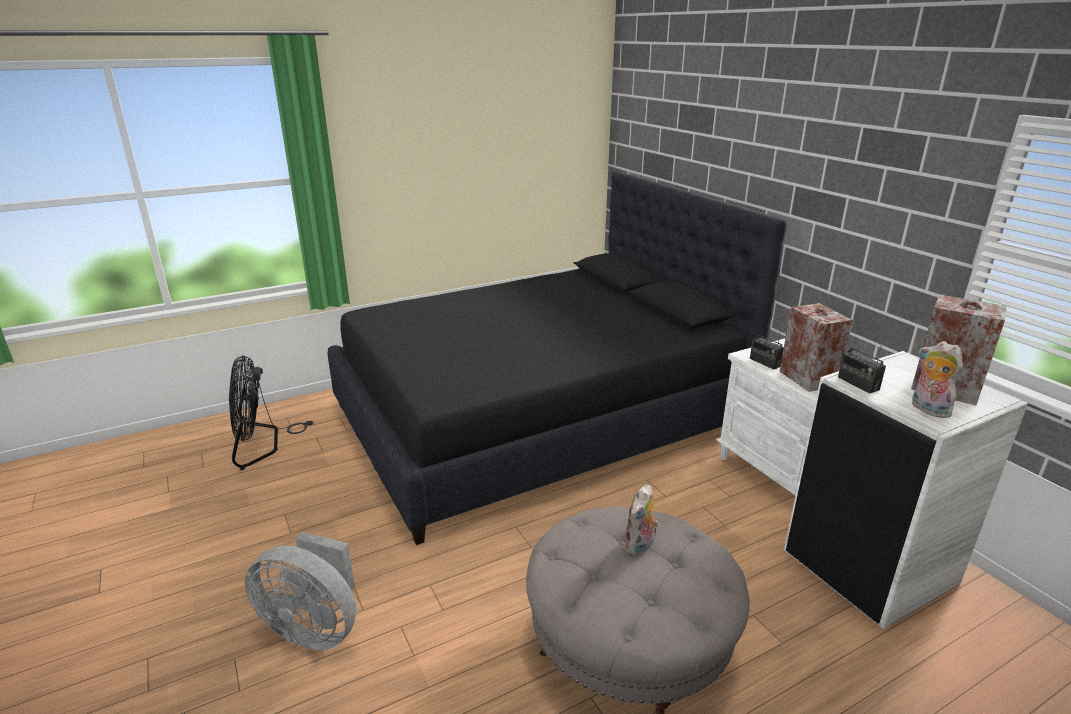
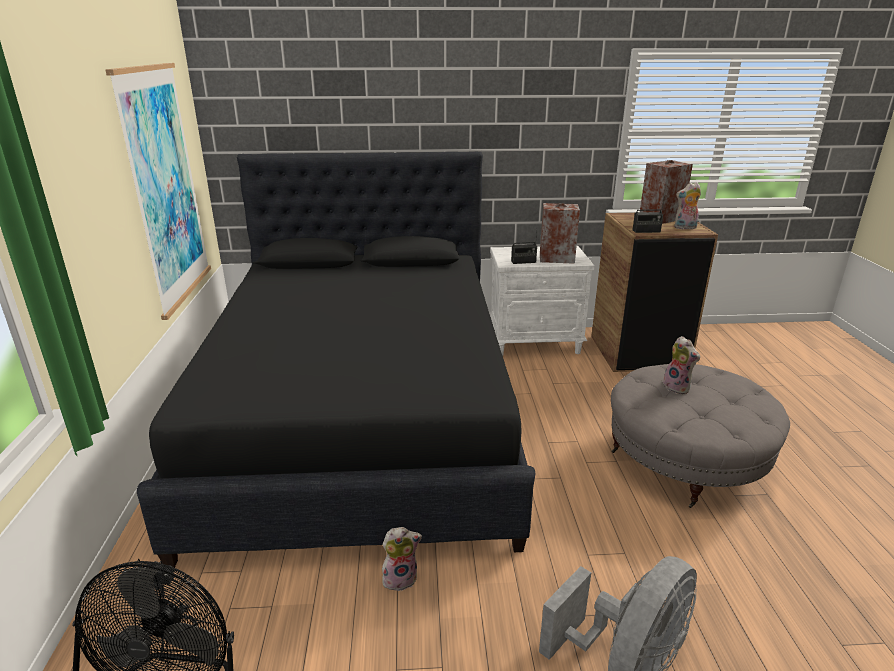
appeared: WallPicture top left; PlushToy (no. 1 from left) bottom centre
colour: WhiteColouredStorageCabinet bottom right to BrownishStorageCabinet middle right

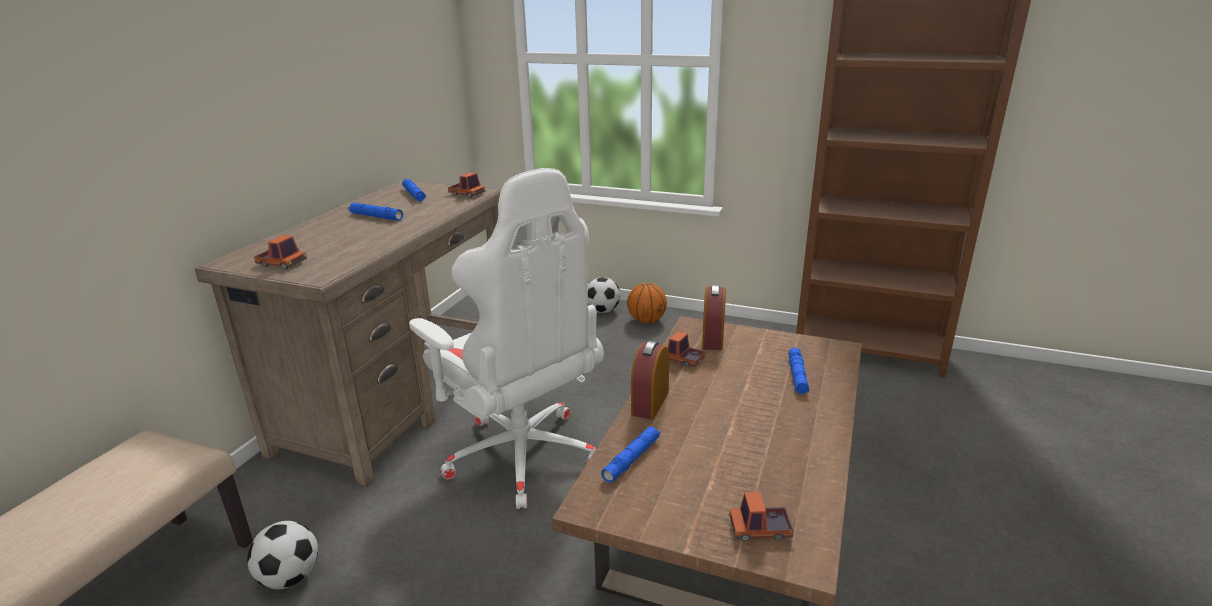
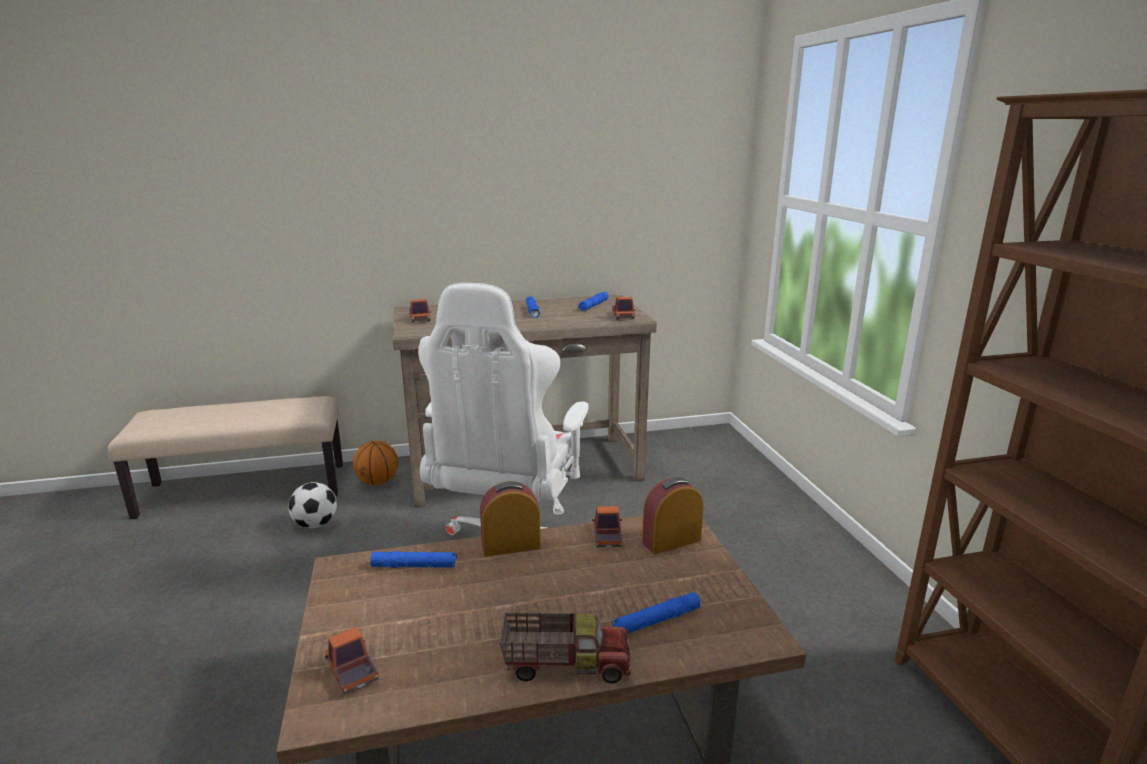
missing: BallForFootball (no. 2 from left) centre
appeared: ToyTruck (no. 3 from left) bottom centre
relocated: BallForBasketball centre to middle left

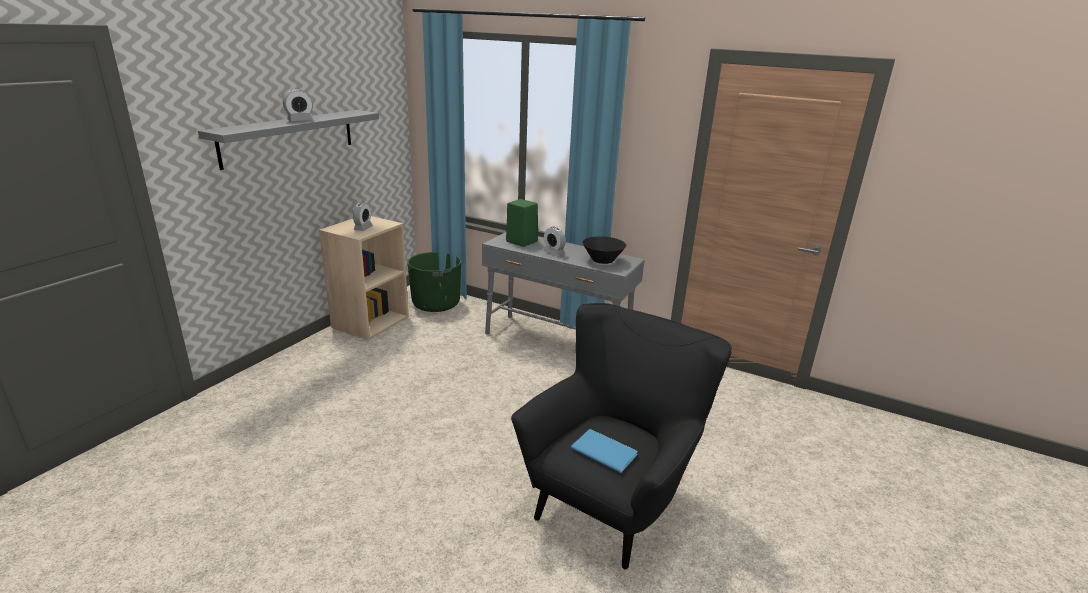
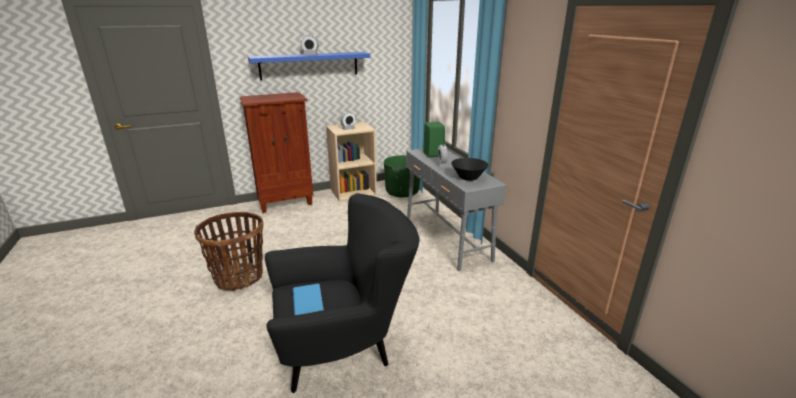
appeared: StorageBasket middle left; BrownishStorageCabinet centre
colour: GreyishShelf top left to BlueColouredShelf top centre

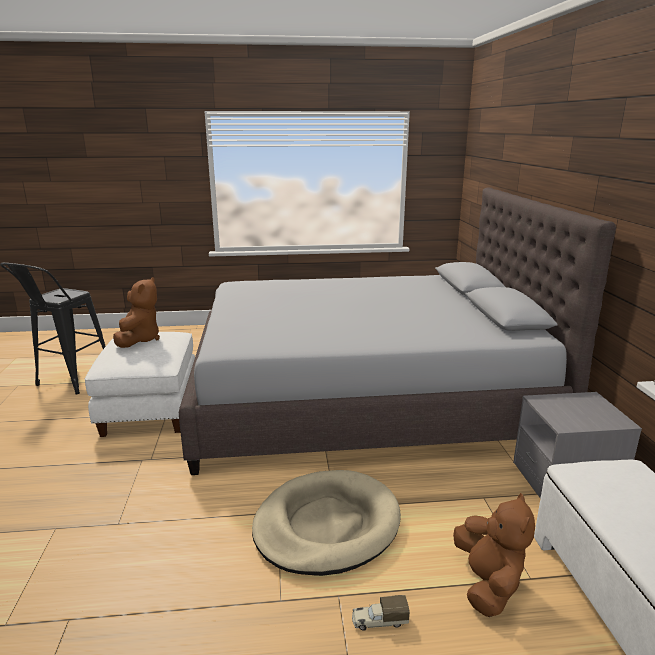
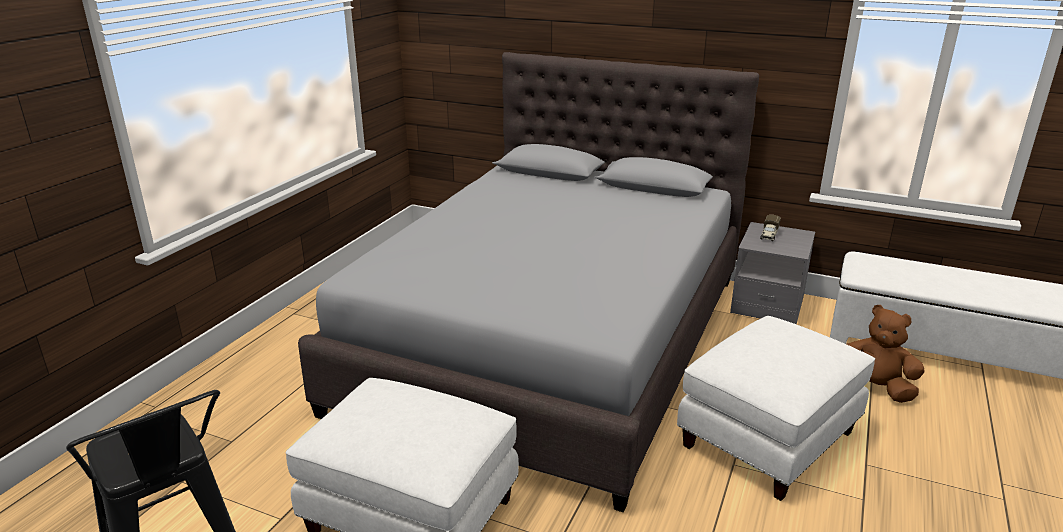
missing: BrownishPlushToy (no. 1 from left) middle left
relocated: ToyTruck bottom centre to middle right
exchanged: SandColouredDogCushion bottom centre to WhiteColouredOttoman (no. 2 from left) bottom right

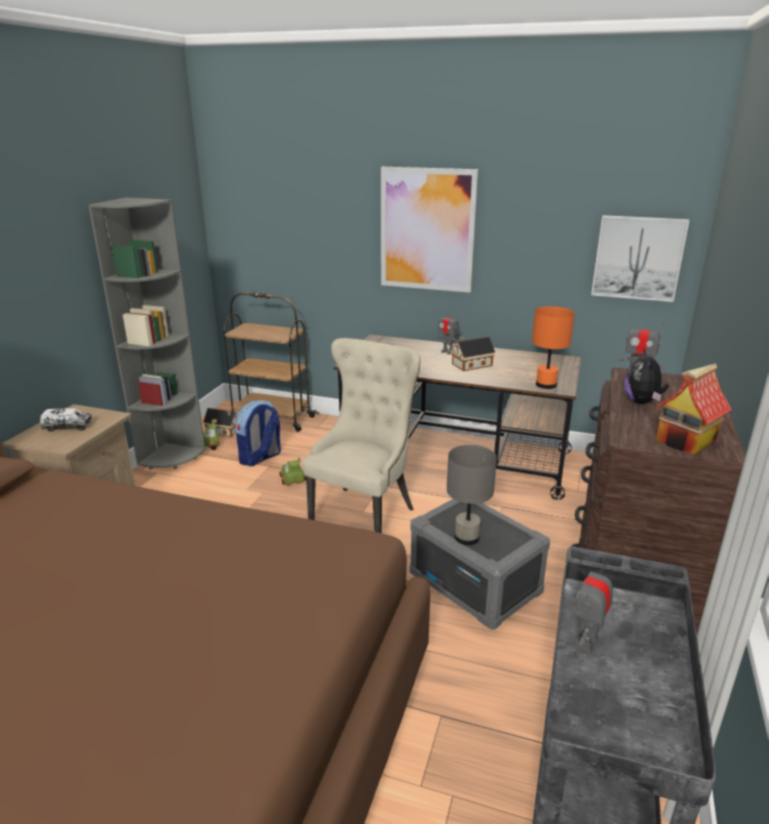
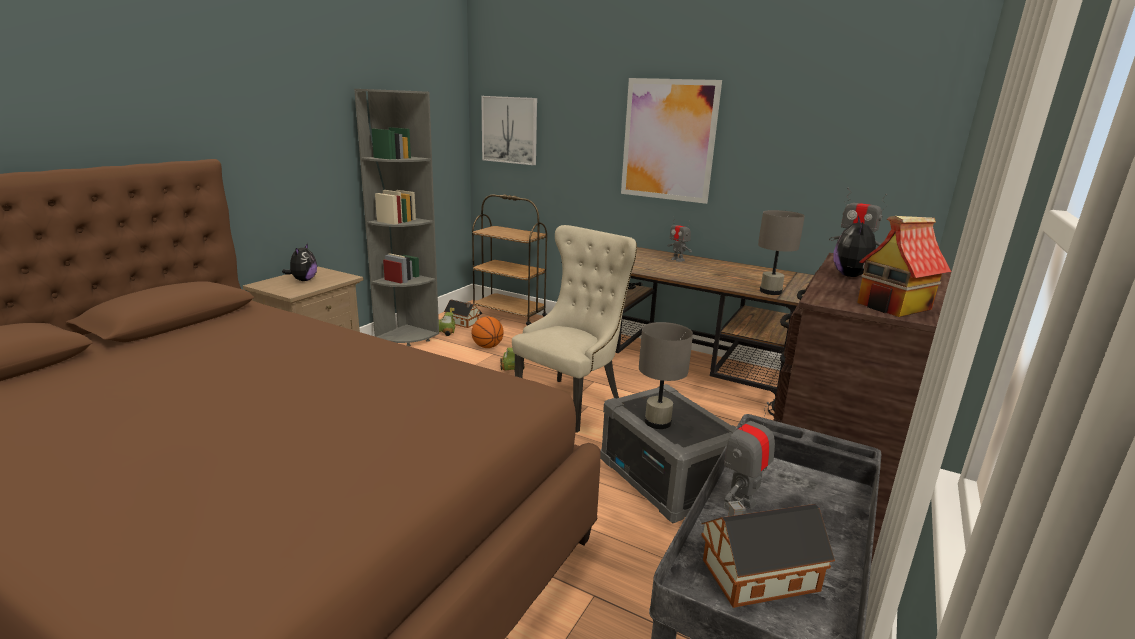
relocated: MiniatureHouse (no. 2 from left) centre to bottom right; WallPicture (no. 2 from left in the first image) top right to WallPicture (no. 1 from left) top centre
exchanged: ToyTruck middle left to PlushToy (no. 1 from left) middle left; Backpack centre to BallForBasketball centre
colour: OrangeColouredTableLamp middle right to GreyishTableLamp (no. 2 from left) middle right

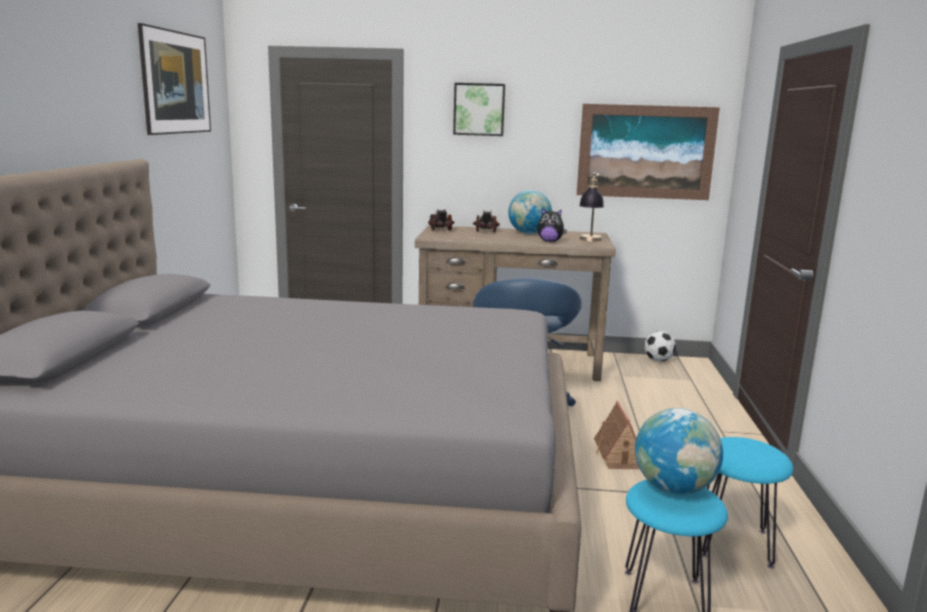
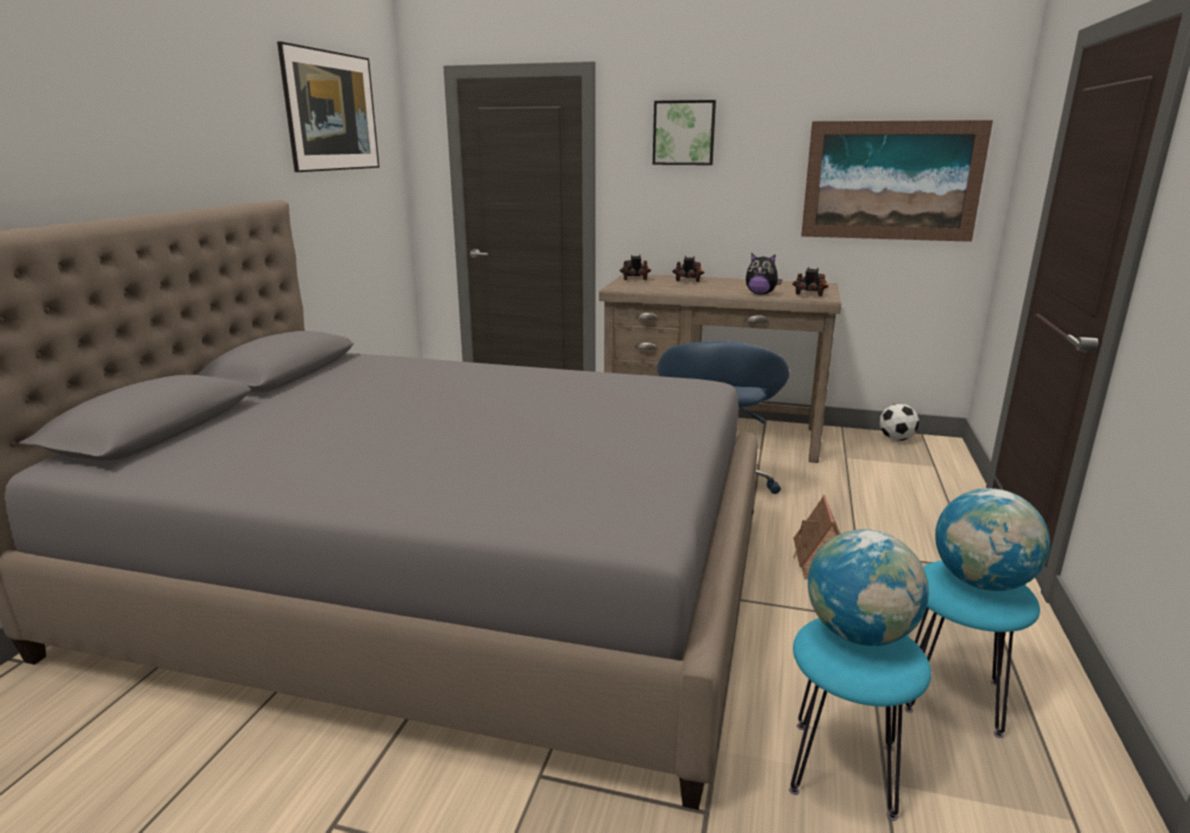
relocated: DeskGlobe (no. 1 from left in the first image) centre to DeskGlobe (no. 2 from left) middle right
exchanged: TableLamp centre to ToyTruck (no. 3 from left) middle right

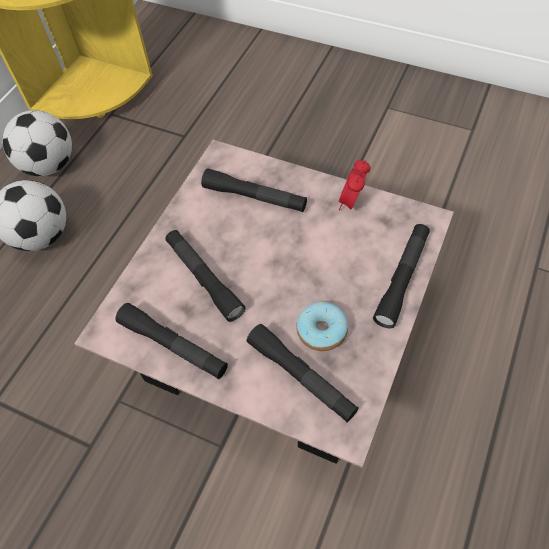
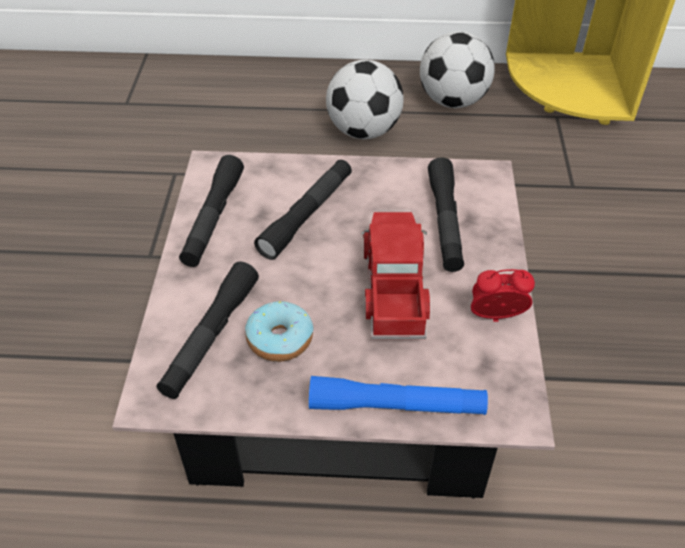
appeared: ToyTruck centre
colour: BlackHandTorch (no. 5 from left) middle right to BlueColouredHandTorch bottom centre

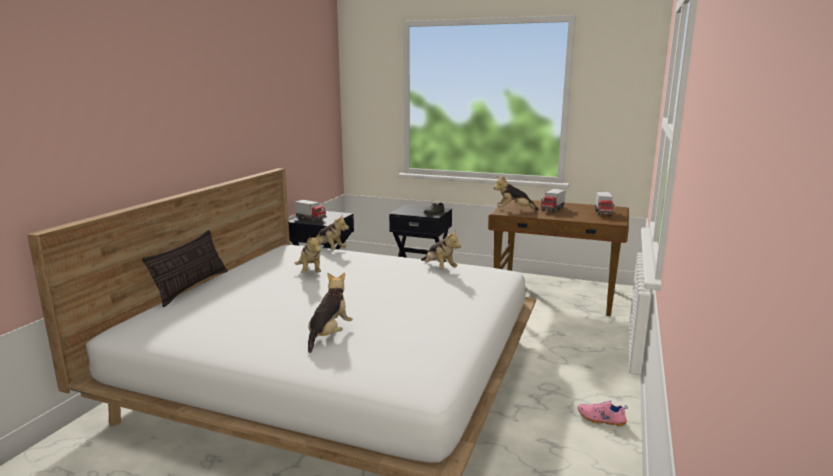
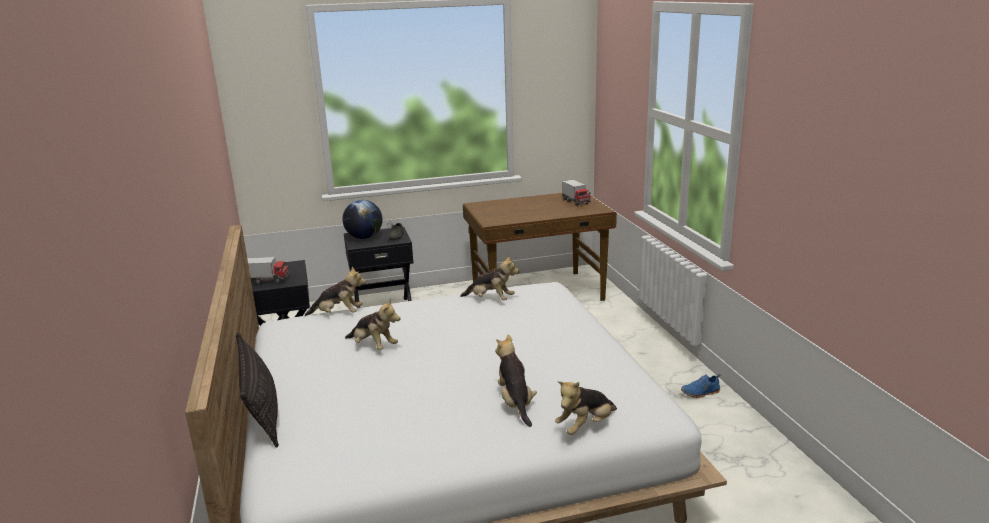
missing: ToyTruck (no. 2 from left) centre
appeared: DeskGlobe centre
relocated: PlushToy (no. 5 from left) centre to bottom centre
colour: PinkColouredShoe bottom right to BlueColouredShoe bottom right

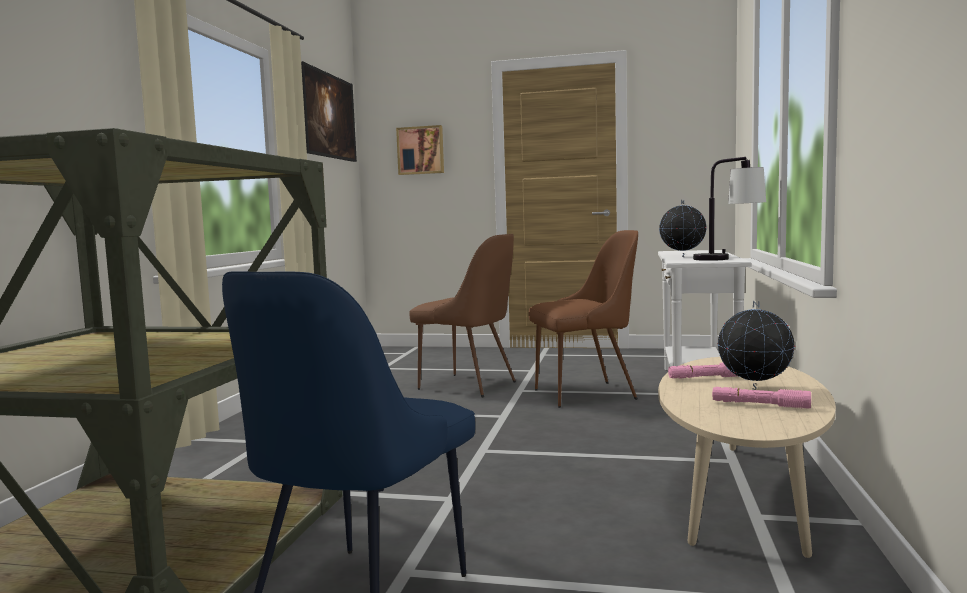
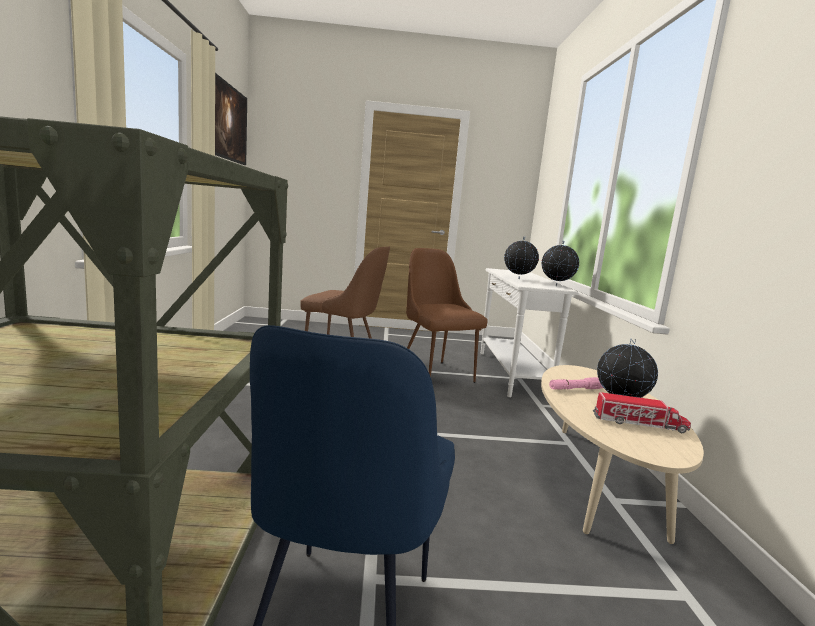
missing: WallPicture (no. 2 from left) top centre
exchanged: TableLamp middle right to DeskGlobe (no. 2 from left) middle right; PinkColouredHandTorch (no. 2 from left) bottom right to ToyTruck middle right
spun: BrownishChair (no. 2 from left) centre = centre 90 degrees counterclockwise

